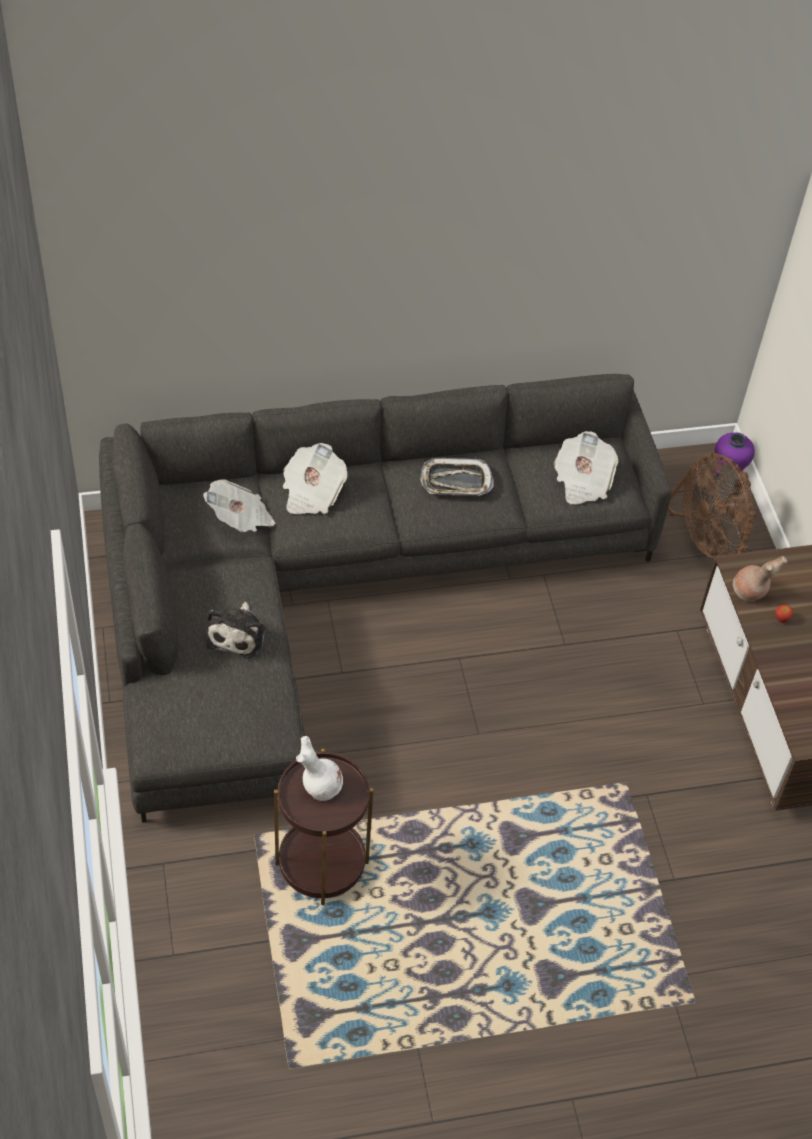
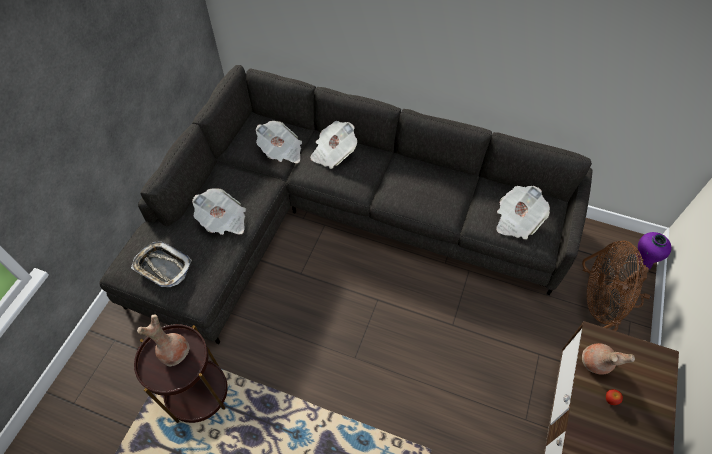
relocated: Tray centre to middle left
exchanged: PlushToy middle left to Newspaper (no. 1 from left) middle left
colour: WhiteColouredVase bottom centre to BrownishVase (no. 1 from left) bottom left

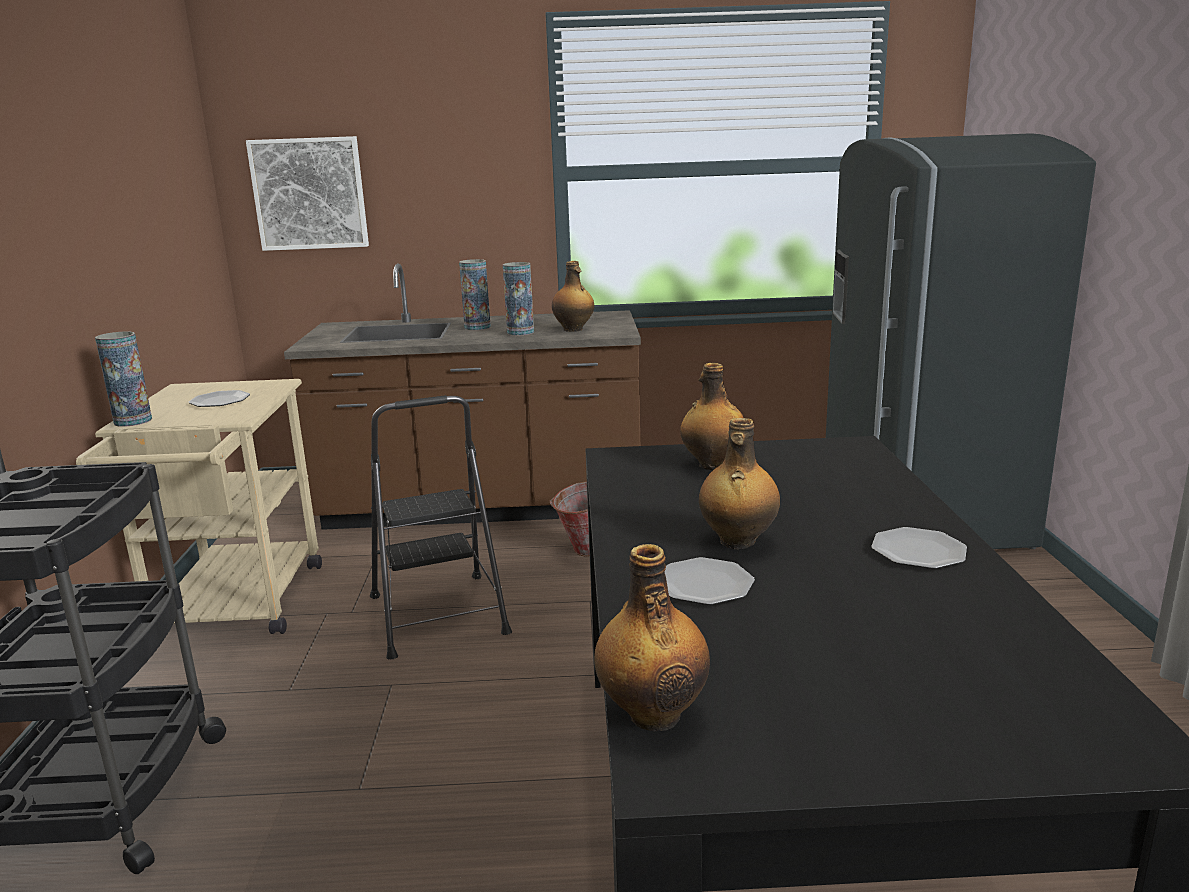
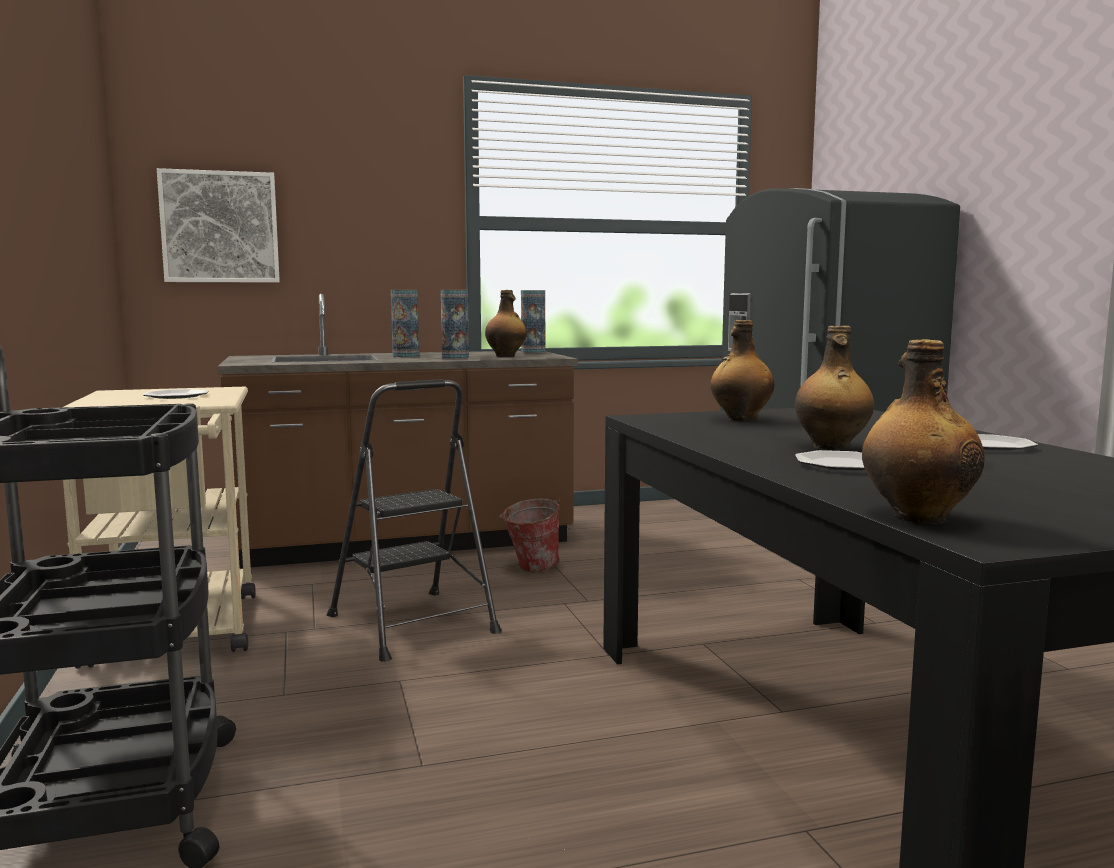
relocated: Vase (no. 1 from left in the first image) middle left to Vase (no. 3 from left) centre

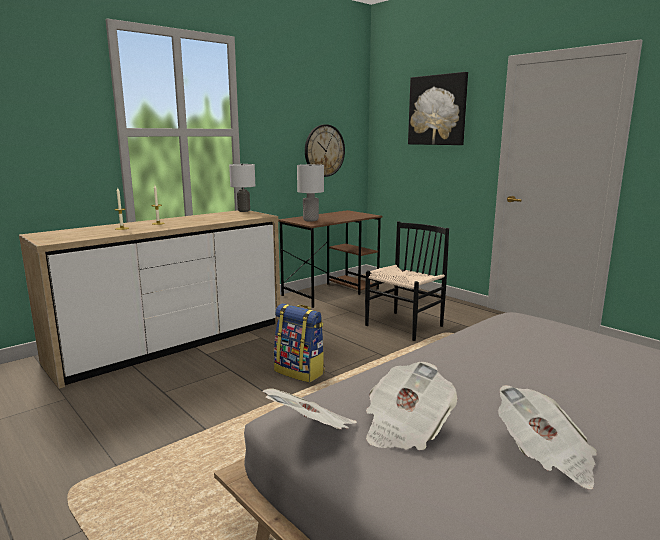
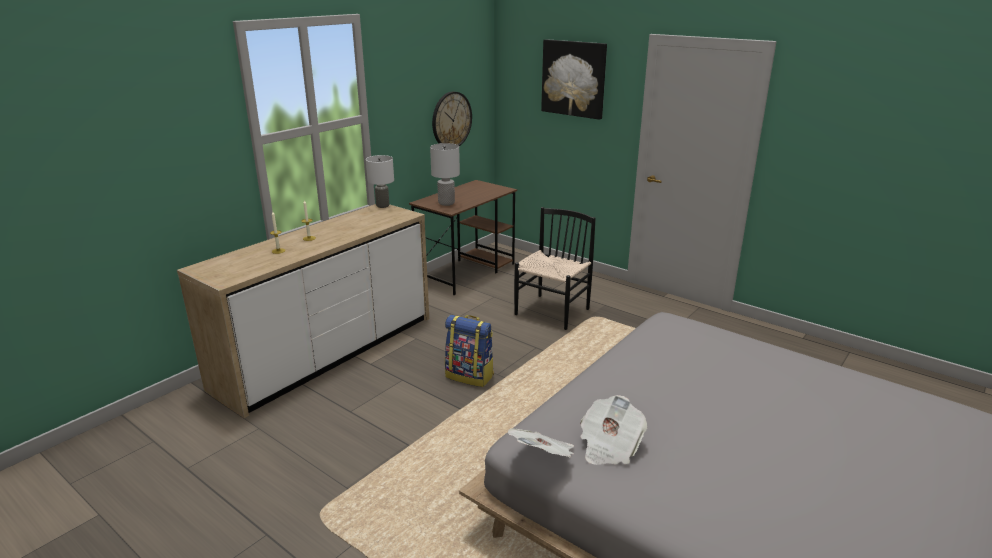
missing: Newspaper (no. 3 from left) bottom right

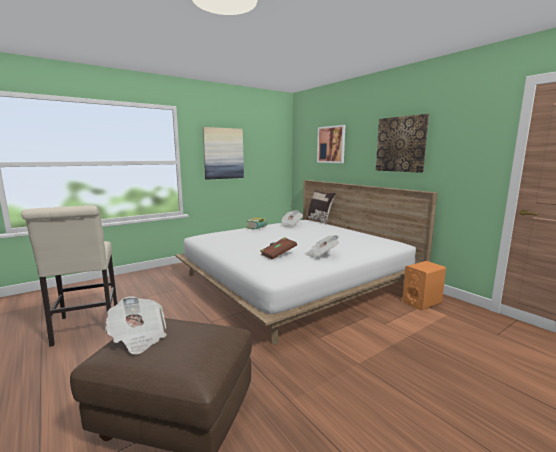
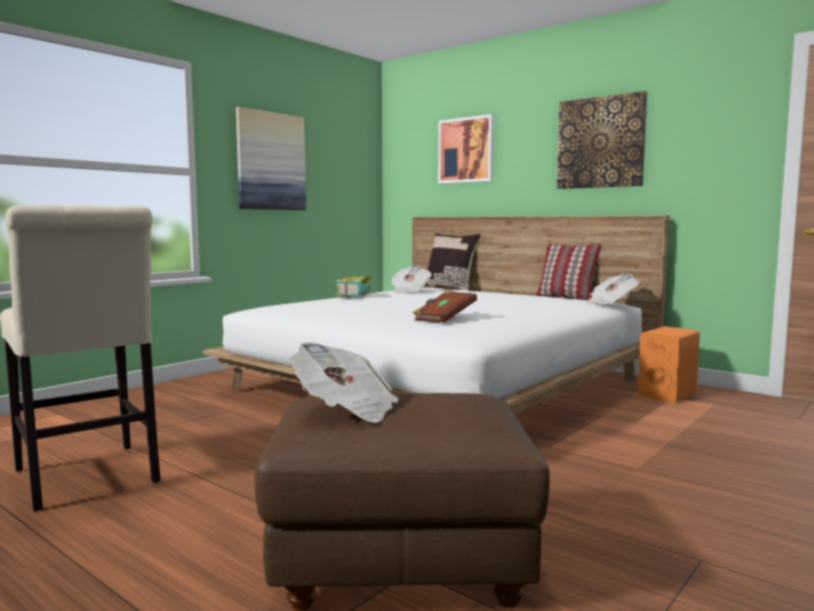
appeared: Cushion (no. 2 from left) middle right
relocated: Newspaper (no. 3 from left) centre to middle right

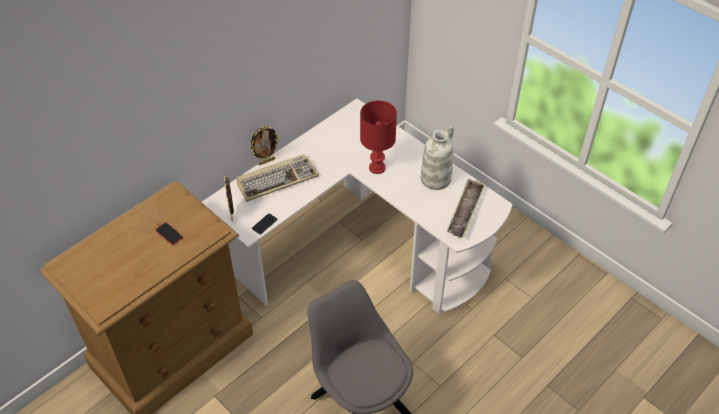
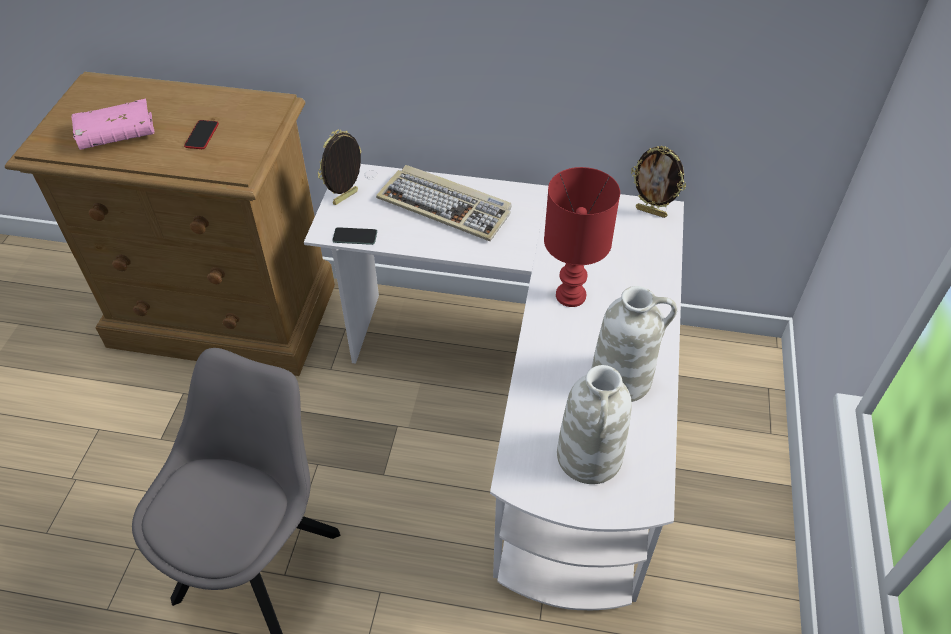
appeared: PinkColouredVolume top left
relocated: StandingFrame (no. 2 from left) centre to top right
exchanged: Tray centre to WhiteColouredVase (no. 1 from left) bottom centre

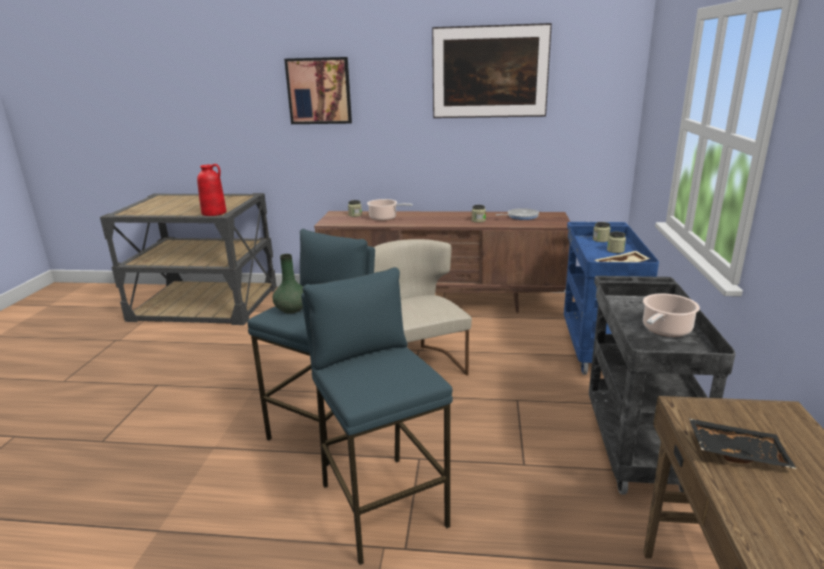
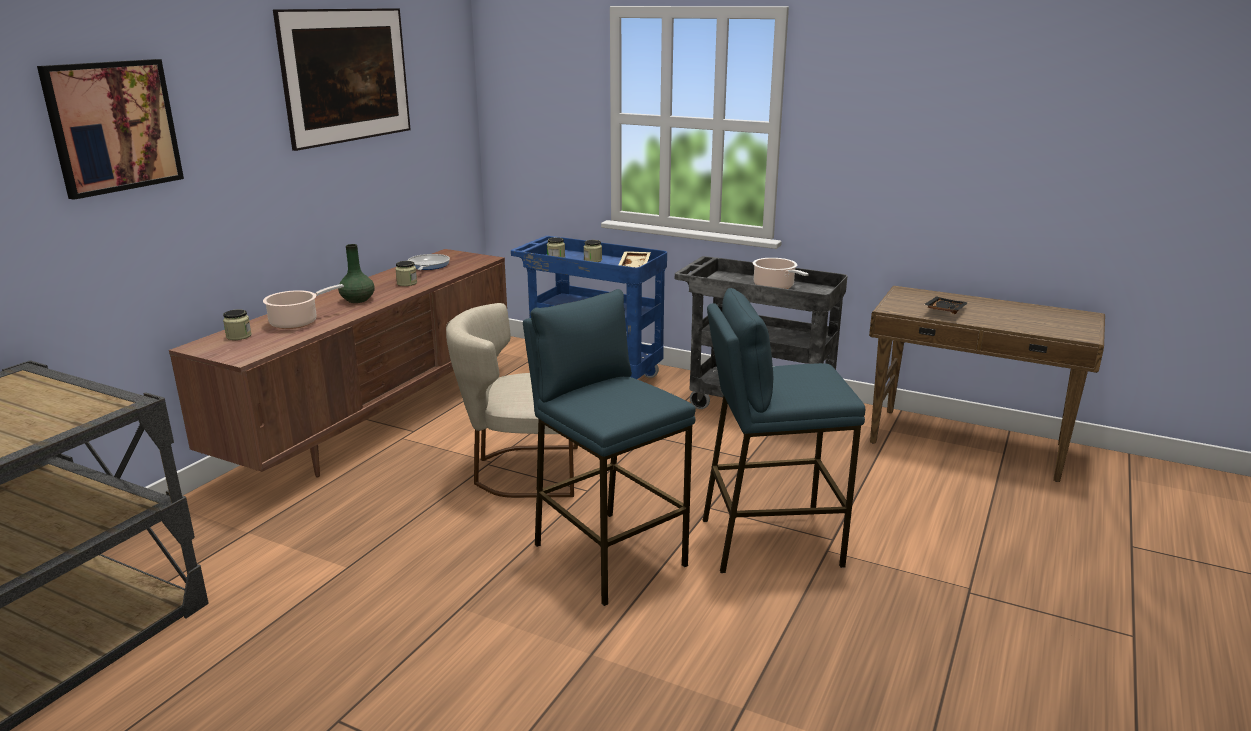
missing: RedColouredVase middle left
relocated: GreenColouredVase centre to middle left

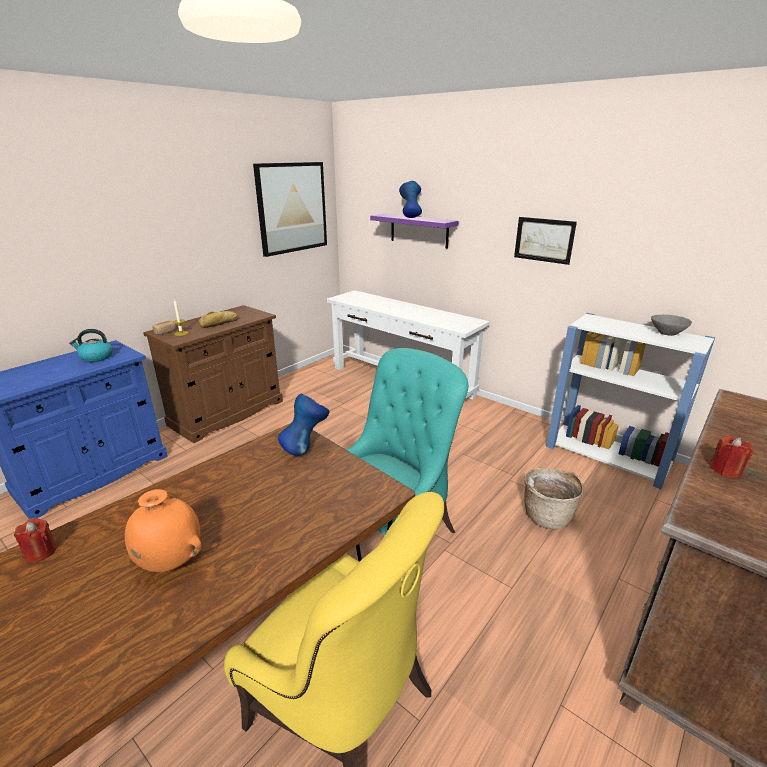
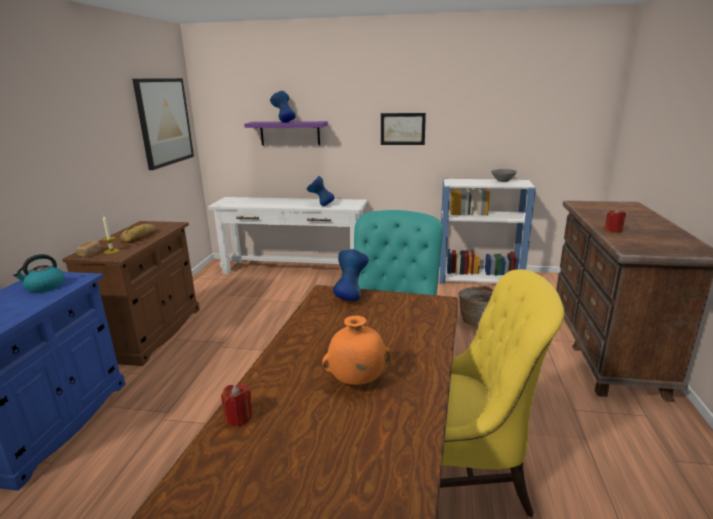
appeared: BlueColouredVase (no. 2 from left) centre

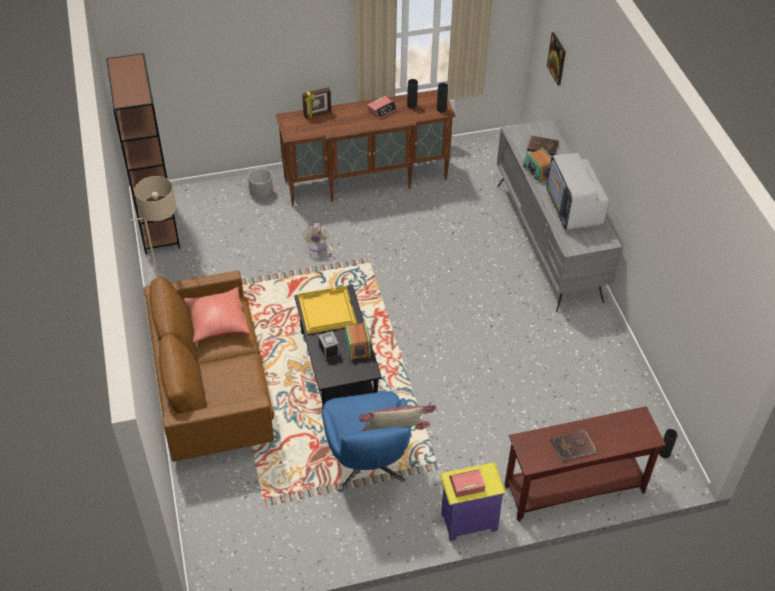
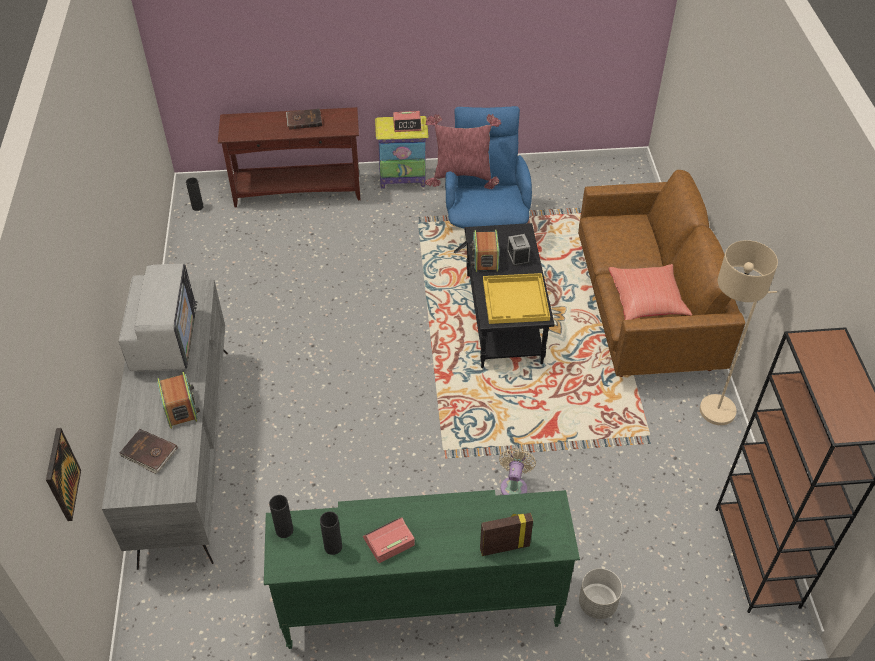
colour: BrownishStorageCabinet top centre to GreenColouredStorageCabinet bottom centre

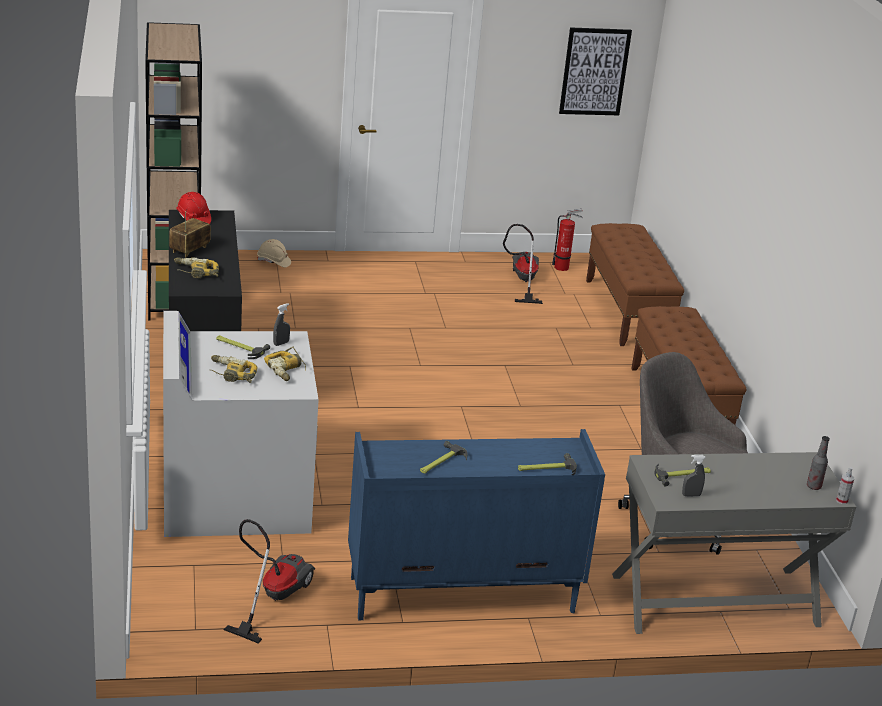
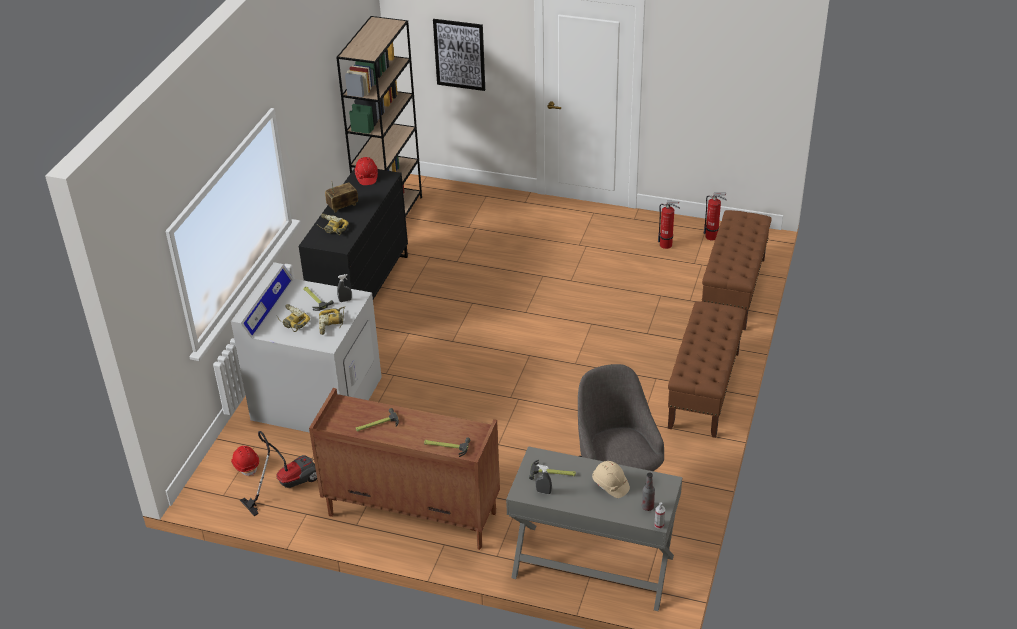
appeared: RedColouredWorkHelmet (no. 1 from left) bottom left
relocated: SandColouredWorkHelmet middle left to bottom centre; WallPicture top right to top centre
exchanged: Vacuum (no. 2 from left) centre to FireFightingCylinder (no. 1 from left) centre
colour: BlueColouredStorageCabinet bottom centre to BrownishStorageCabinet bottom centre

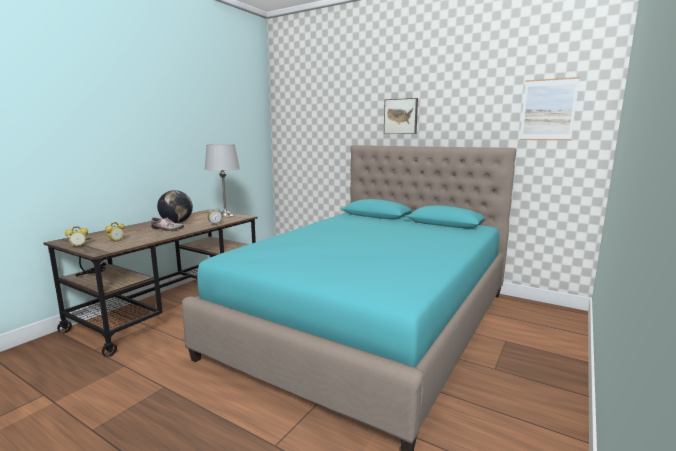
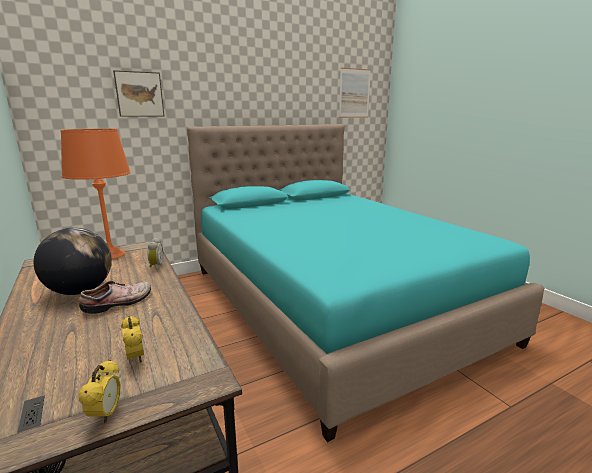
relocated: WallPicture (no. 1 from left) top centre to top left
colour: GreyishTableLamp middle left to OrangeColouredTableLamp middle left

